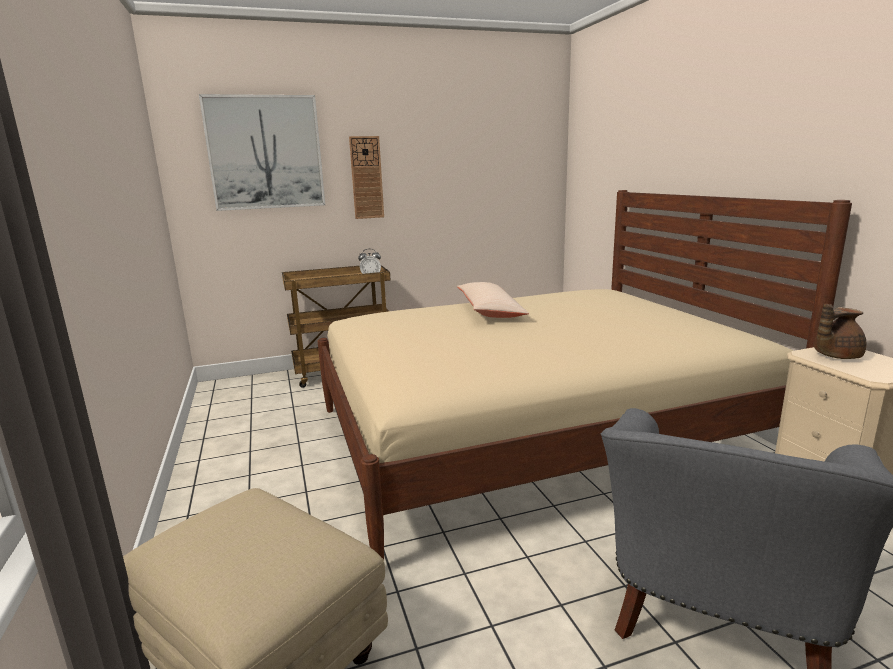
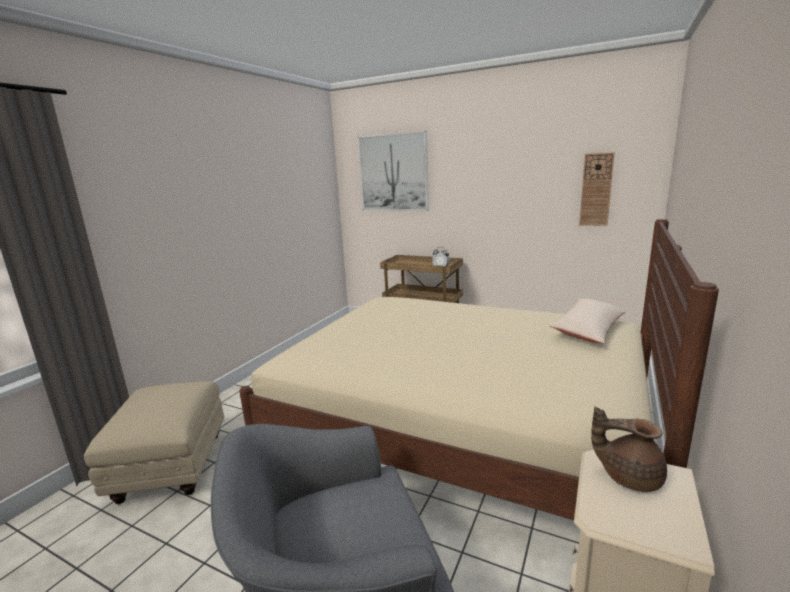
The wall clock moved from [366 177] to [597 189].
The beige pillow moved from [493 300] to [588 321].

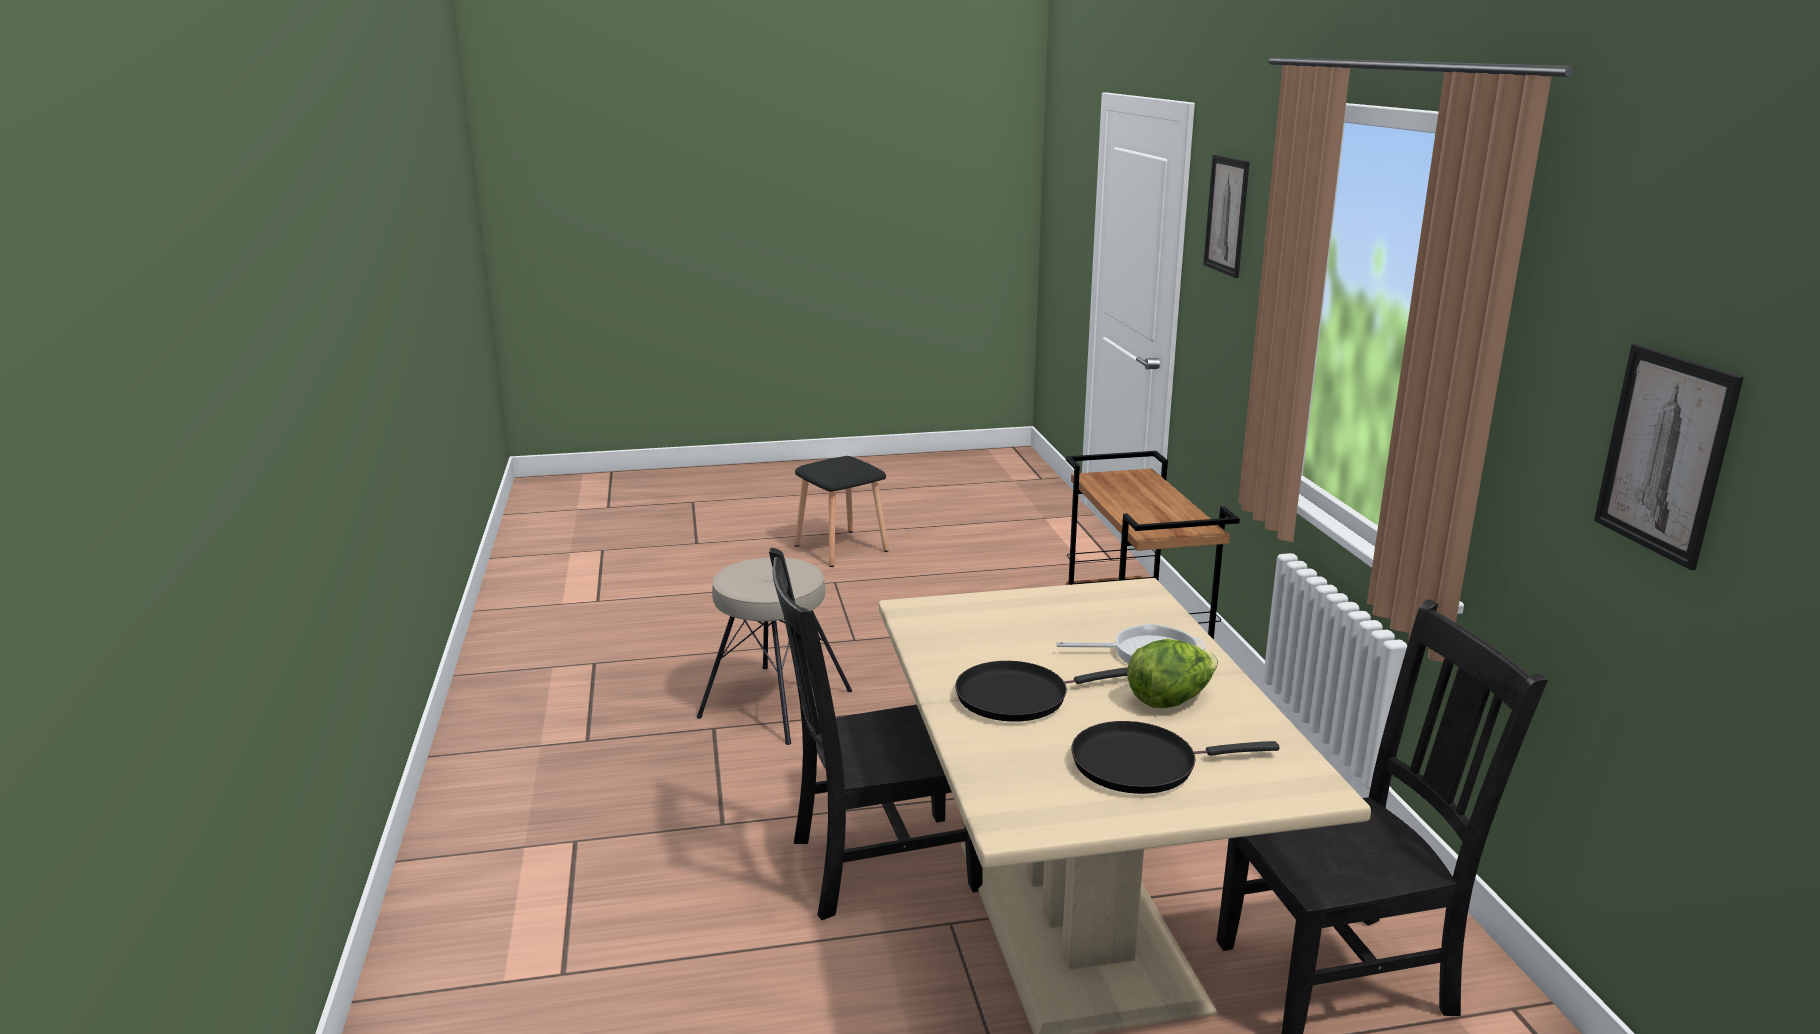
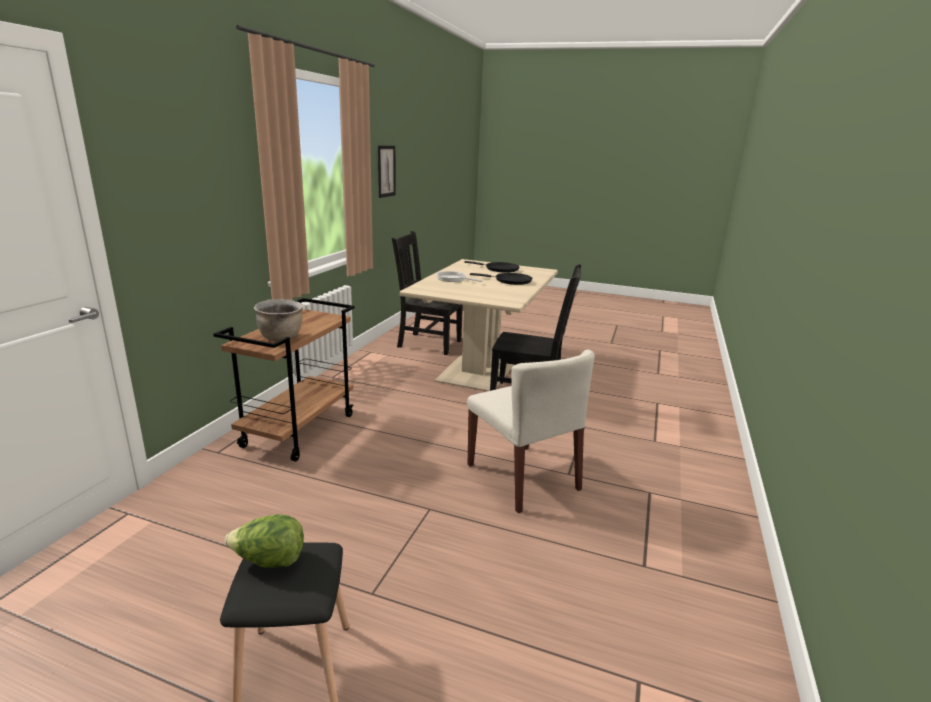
The picture at [1226 216] disappeared.
The brown cooking pot at [278 320] appeared.
The lettuce moved from [1172 673] to [264 541].
The beige stool at [774 651] was replaced by the beige chair at [531 431].

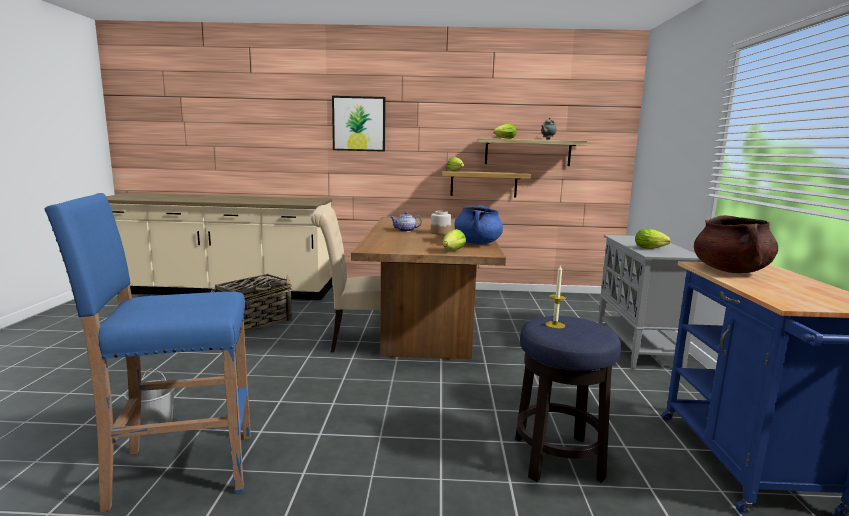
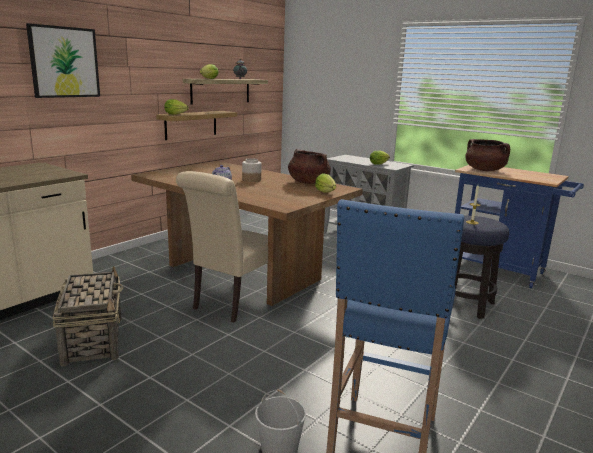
The blue cooking pot at [478 224] became the brown cooking pot at [309 166].

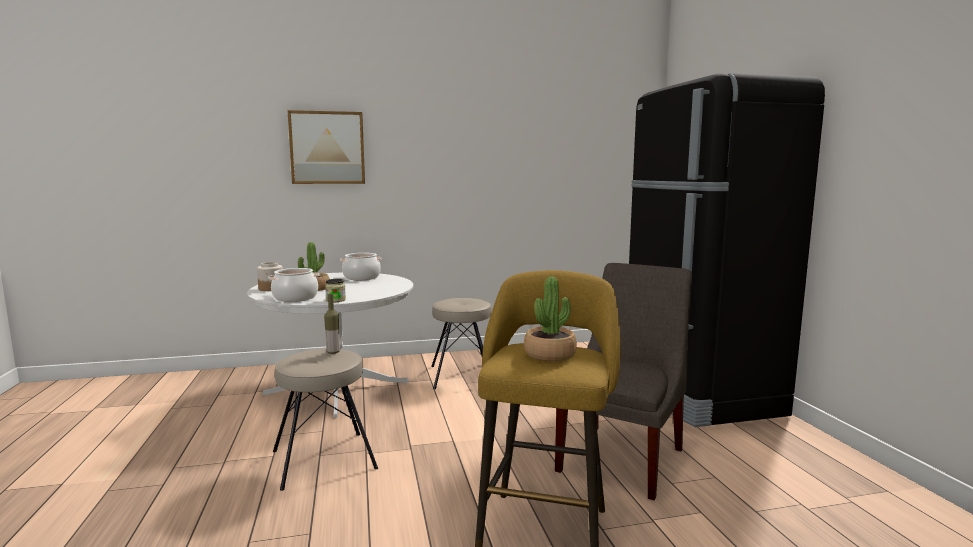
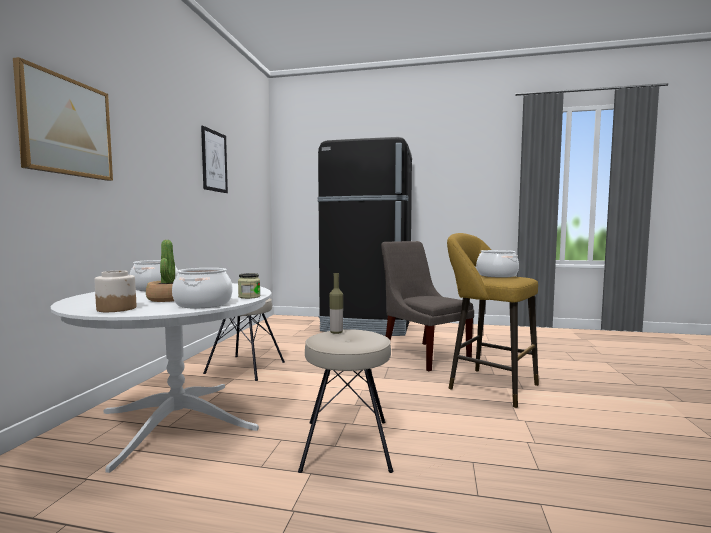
The picture at [214 159] appeared.
The potted plant at [550 318] was replaced by the cooking pot at [497 264].

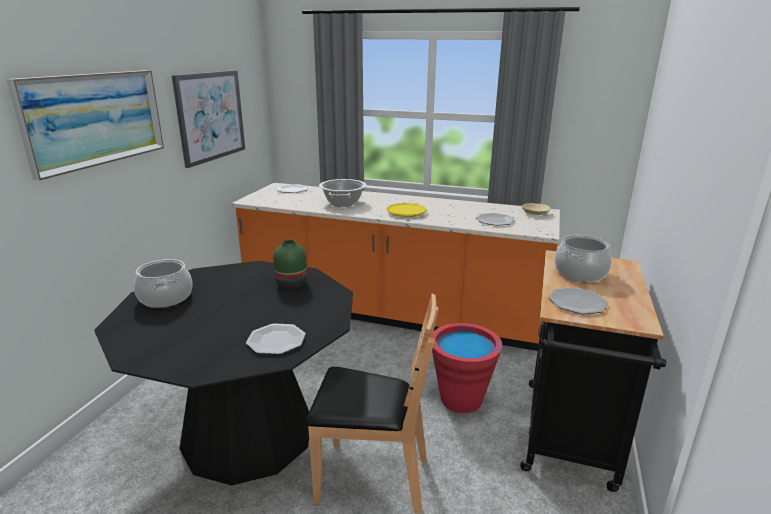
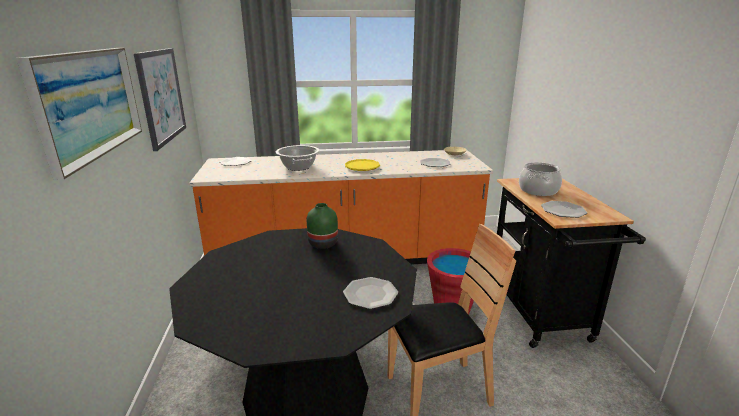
The cooking pot at [163 283] disappeared.

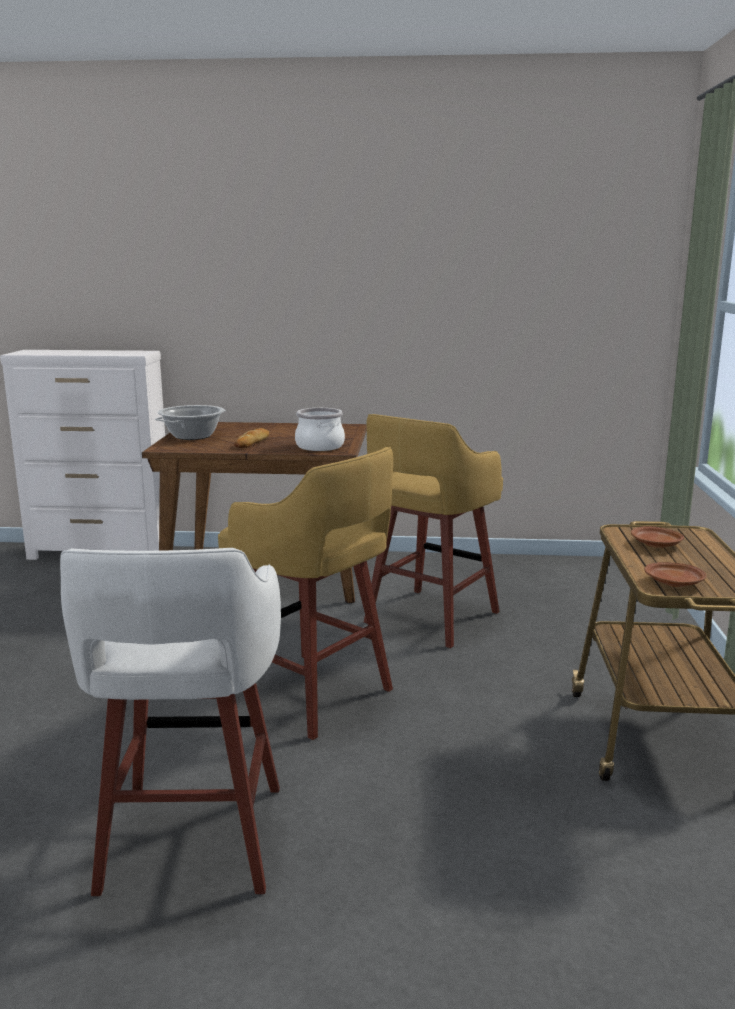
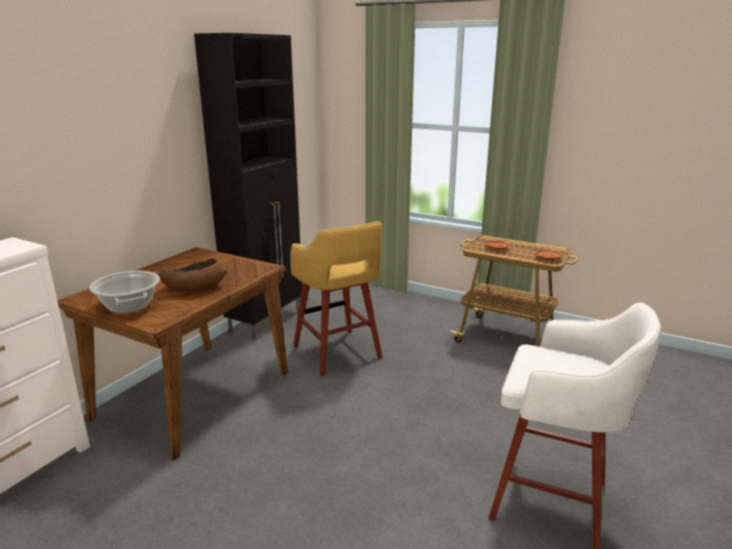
The yellow stool at [305 593] disappeared.
The cooking pot at [320 429] disappeared.
The black cabinet at [248 187] appeared.
The bread at [251 438] was replaced by the brown bowl at [192 275].

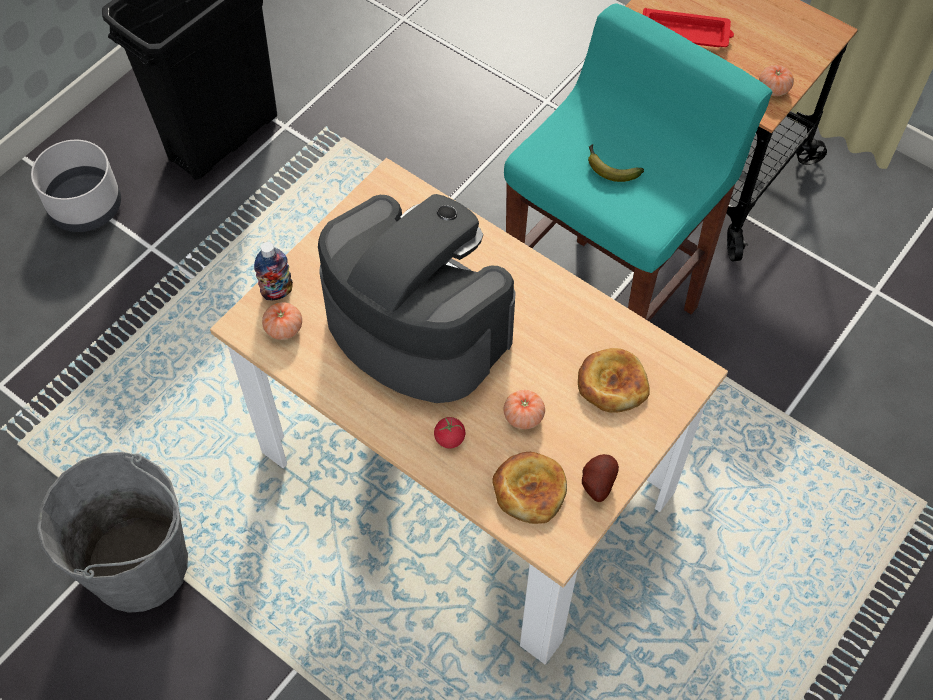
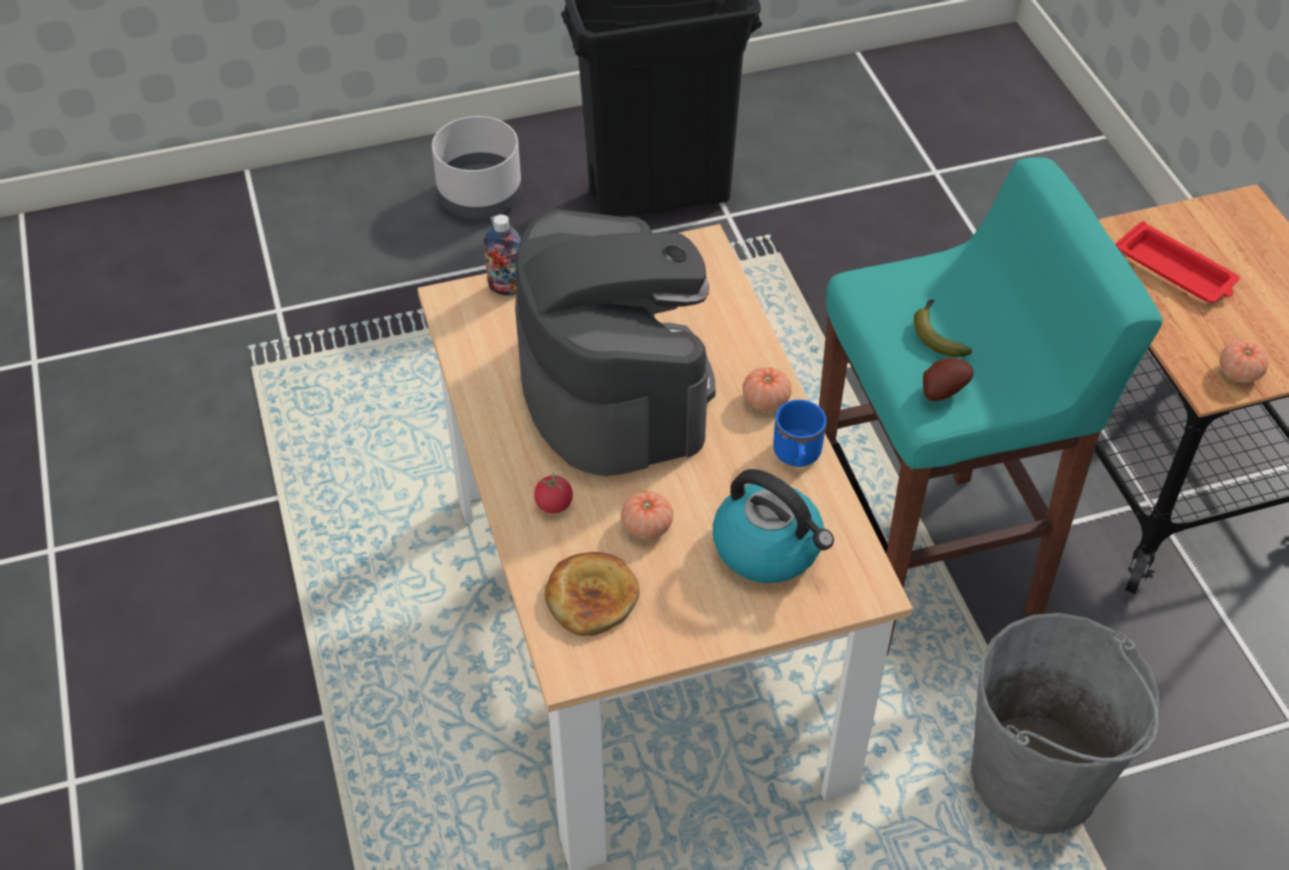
The blue mug at [799 433] appeared.
The grey bucket moved from [112 532] to [1065 723].
The tomato moved from [282 321] to [767 389].
The potato moved from [600 478] to [948 379].
The bread at [614 380] was replaced by the kettle at [773 526].

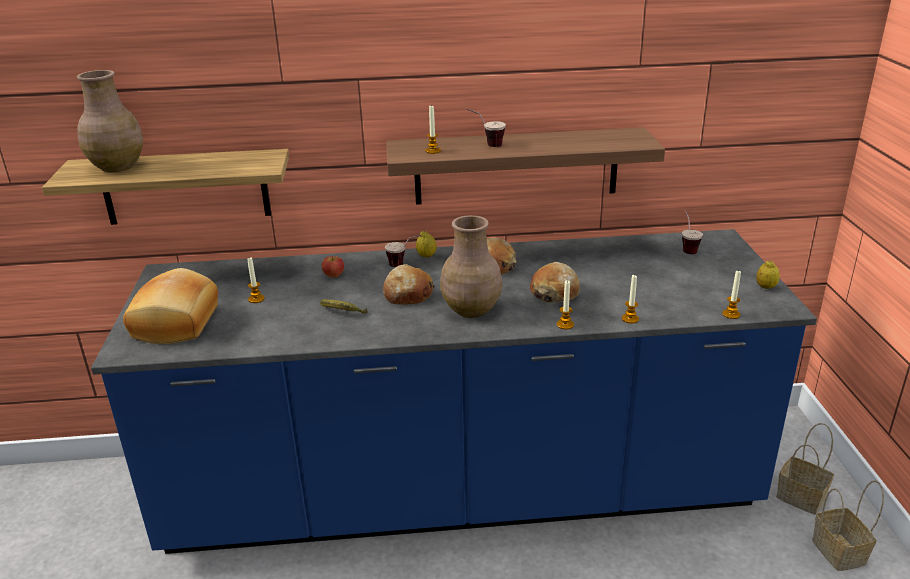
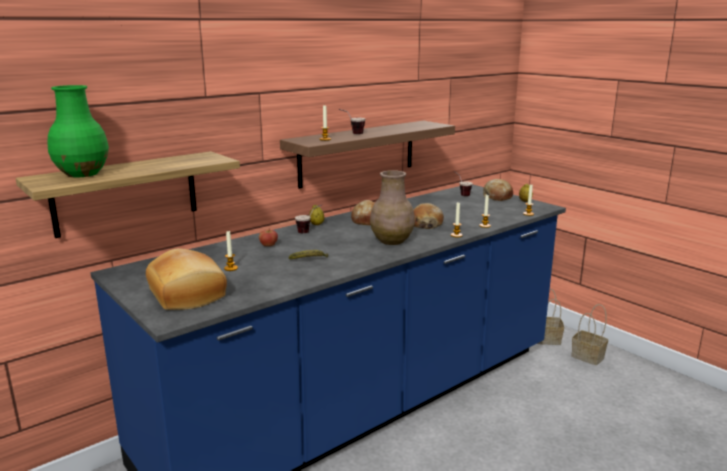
The bread moved from [409 284] to [498 190].
The brown vase at [110 121] became the green vase at [78 131].

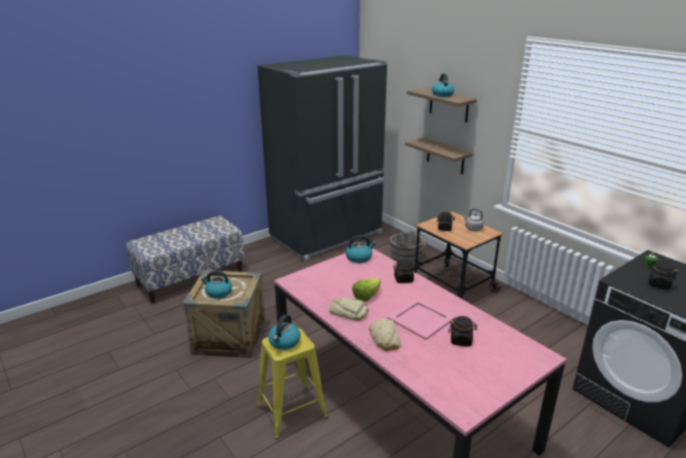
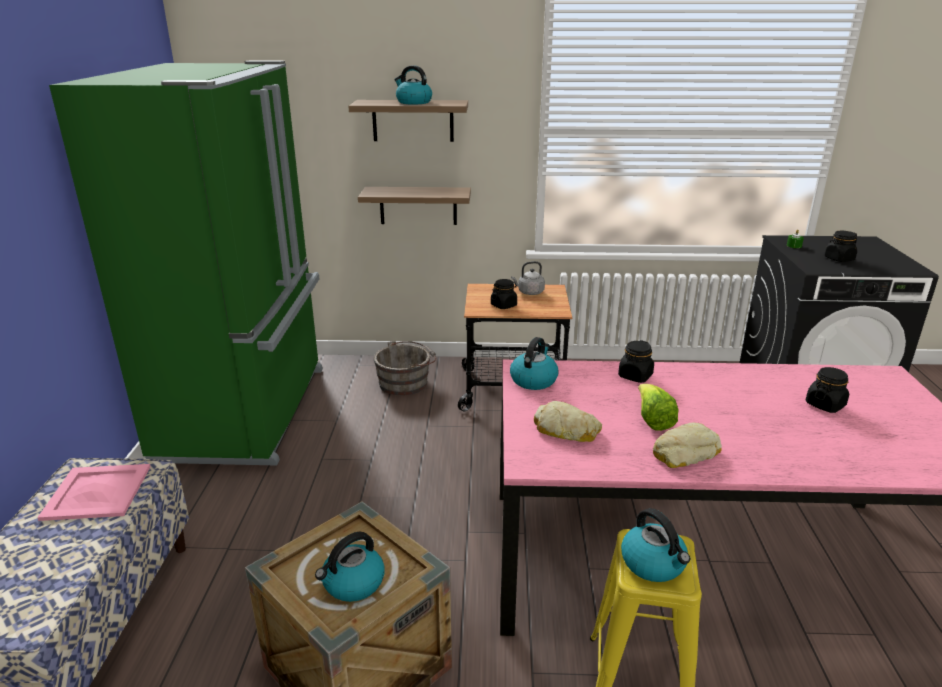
The bread moved from [385 335] to [568 421].
The pink tray moved from [421 319] to [93 492].
The black fridge at [323 158] became the green fridge at [186 263].

